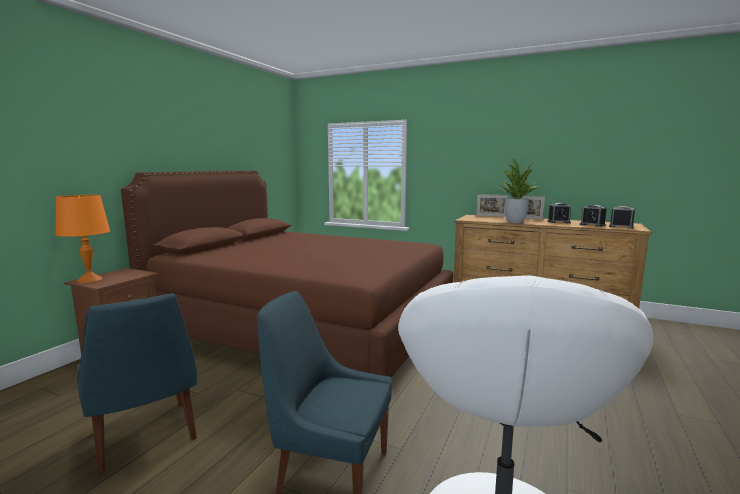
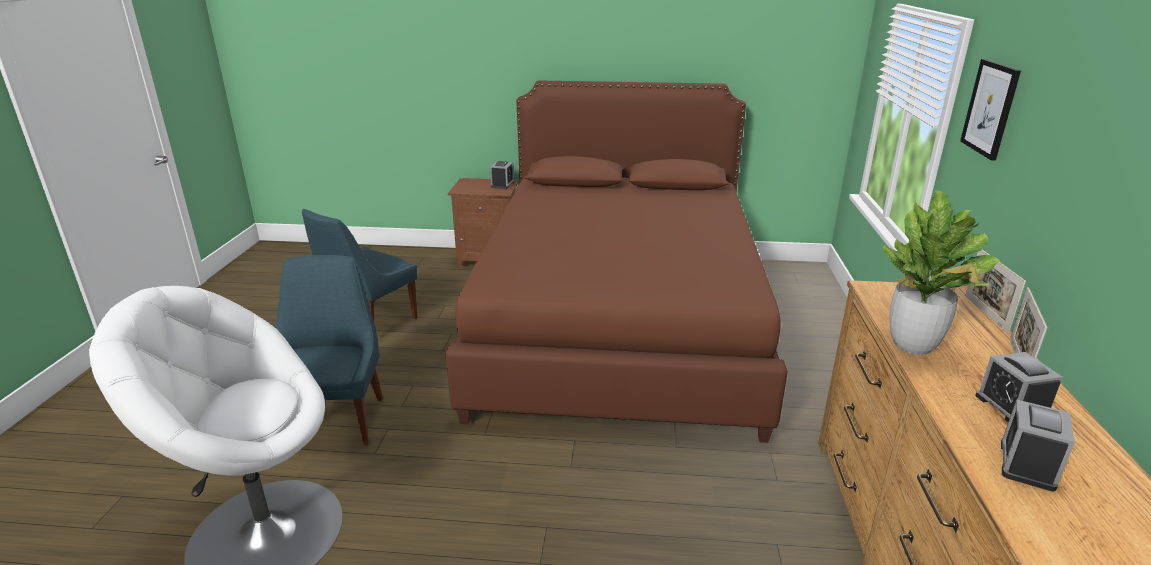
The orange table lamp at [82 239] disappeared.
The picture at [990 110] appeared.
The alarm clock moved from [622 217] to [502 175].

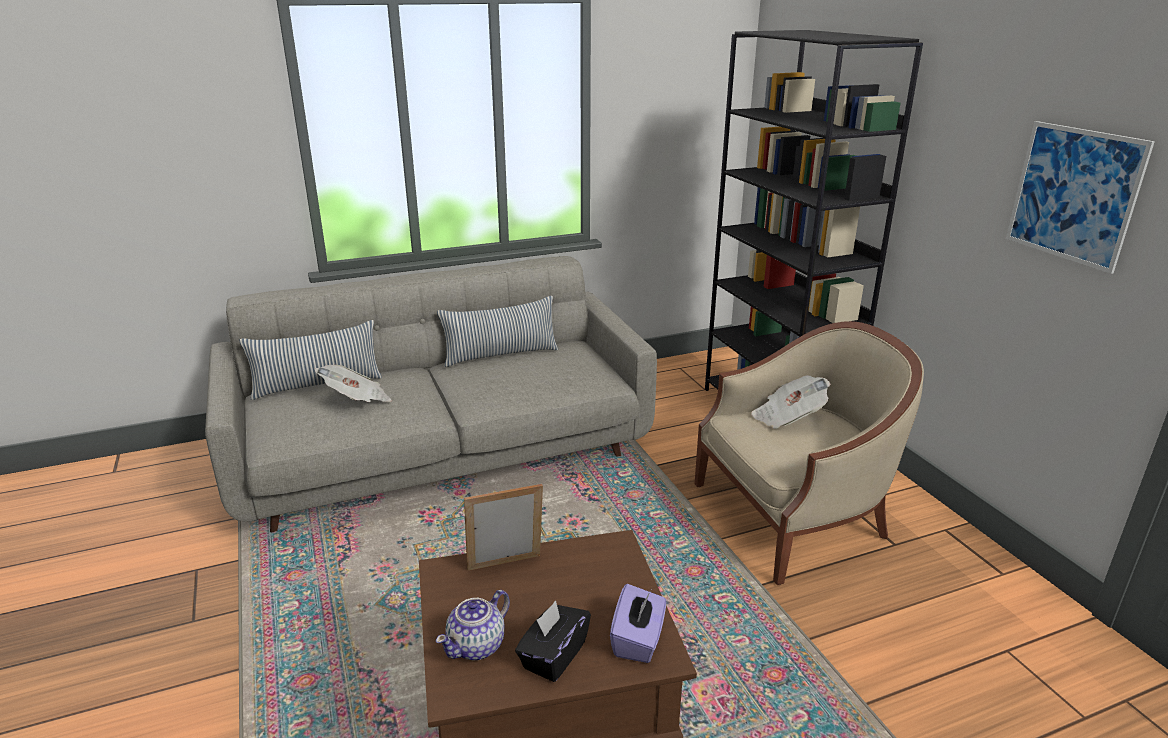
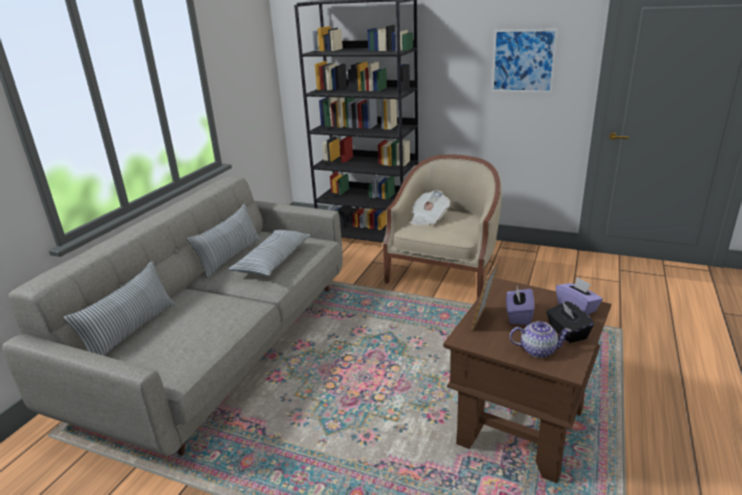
The newspaper at [353 383] disappeared.
The pillow at [269 253] appeared.
The purple tissue box at [520 305] appeared.
The teapot at [473 625] turned 75 degrees counterclockwise.

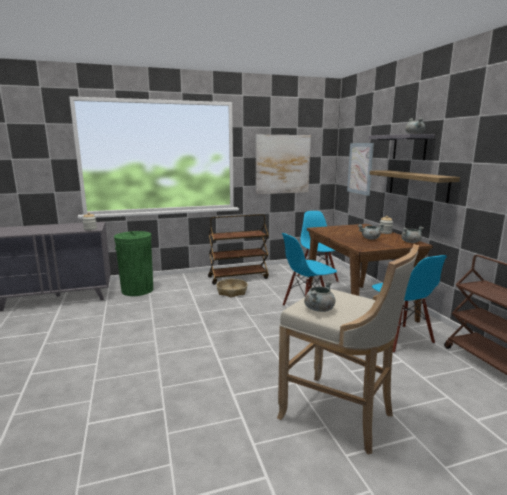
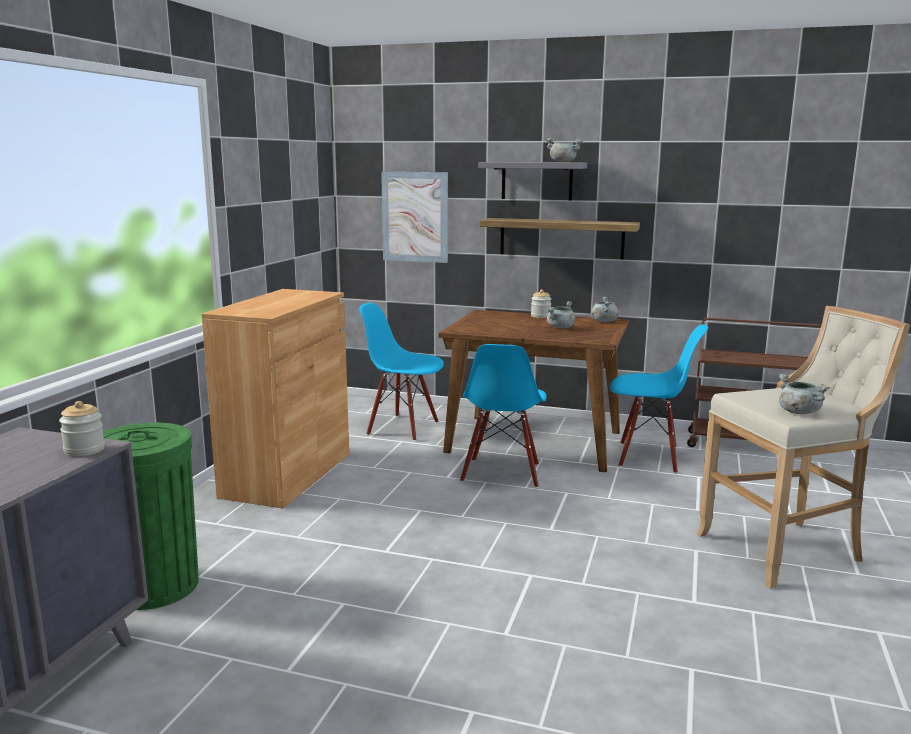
The basket at [232 288] disappeared.
The picture at [283 164] disappeared.
The brown cart at [238 249] was replaced by the brown cabinet at [275 398].

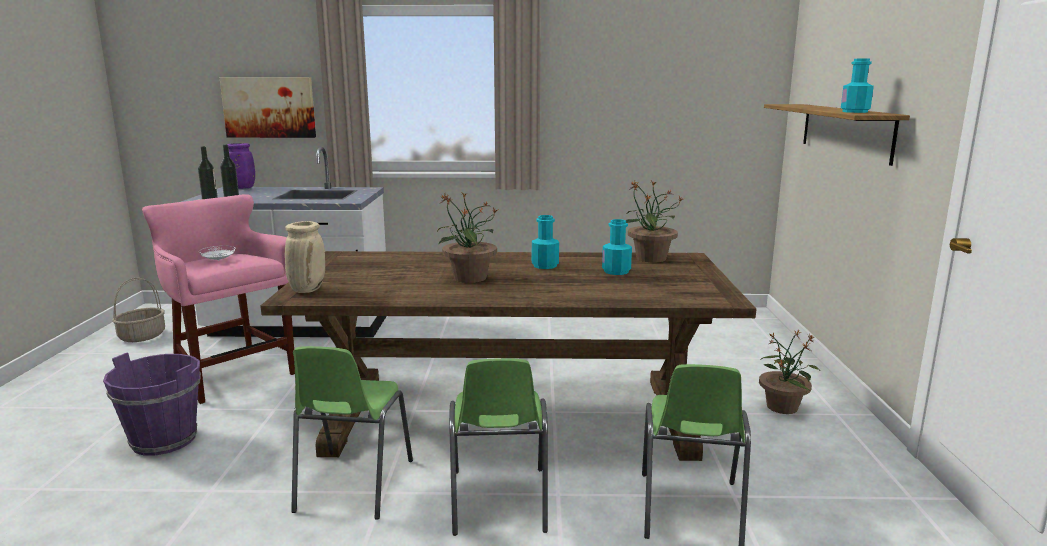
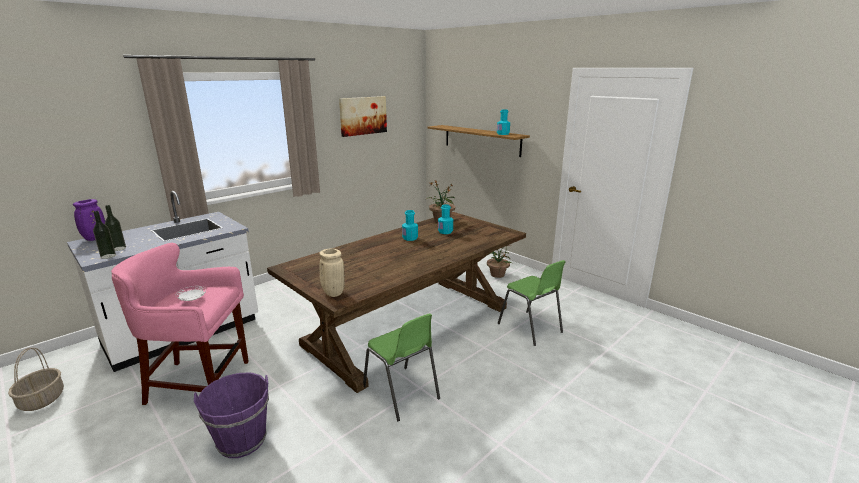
The potted plant at [468 238] disappeared.
The green chair at [498 447] disappeared.
The picture moved from [267 107] to [363 116].

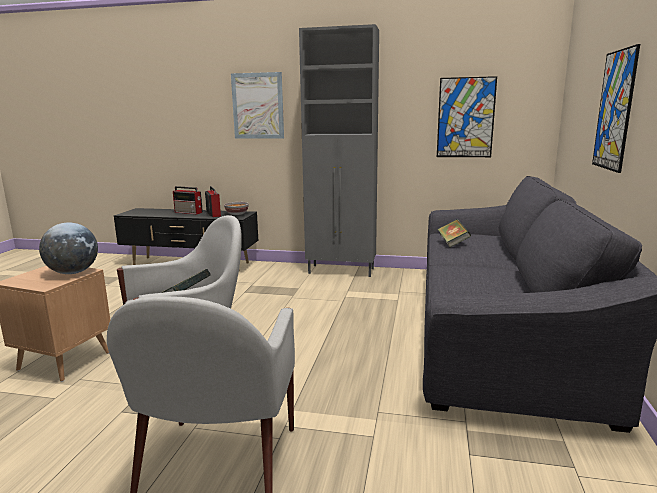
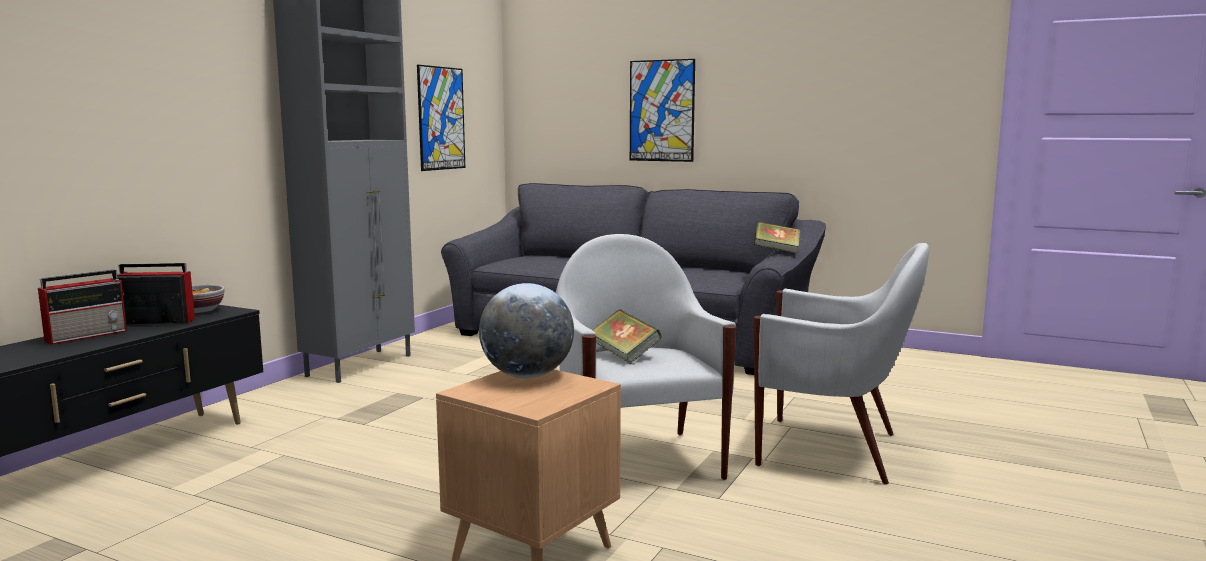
The picture at [257 105] disappeared.
The book moved from [454 233] to [776 238].

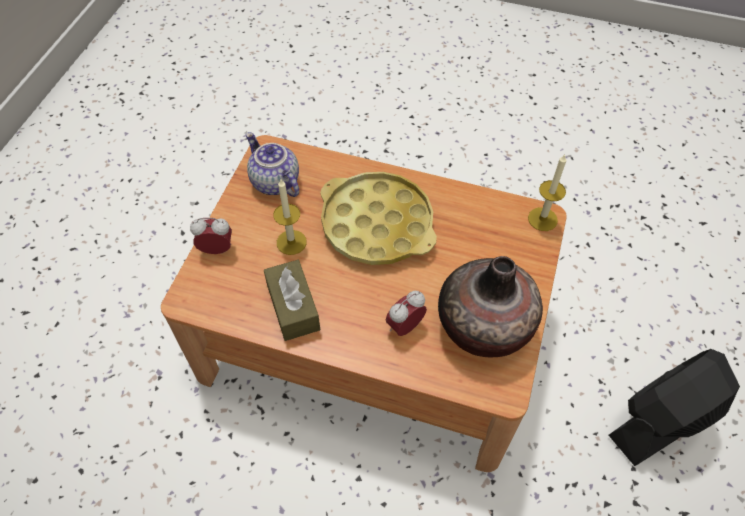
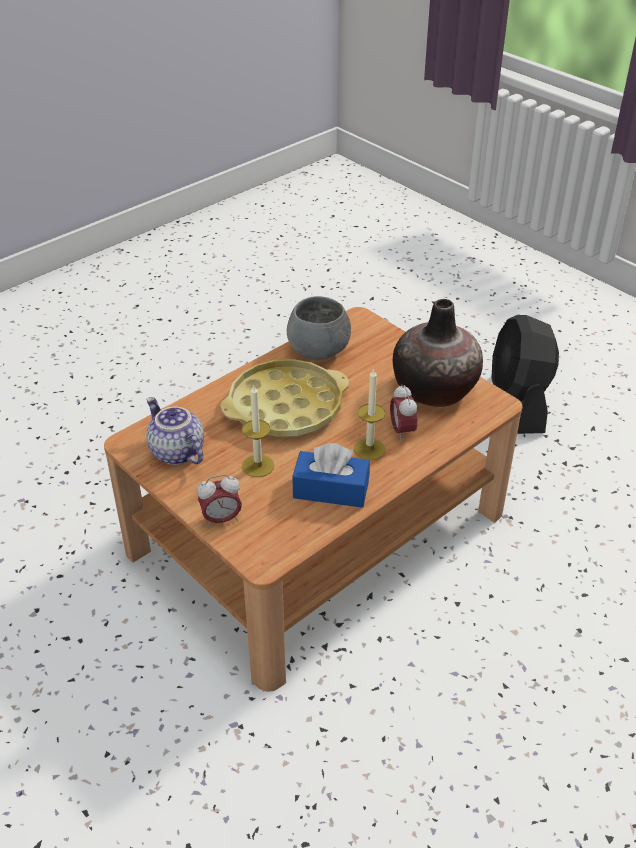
The grey bowl at [319 328] appeared.
The candle moved from [547 193] to [370 414].
The brown tissue box at [292 300] became the blue tissue box at [331 475].
The alarm clock at [211 236] turned 135 degrees counterclockwise.
The teapot at [272 164] turned 60 degrees clockwise.

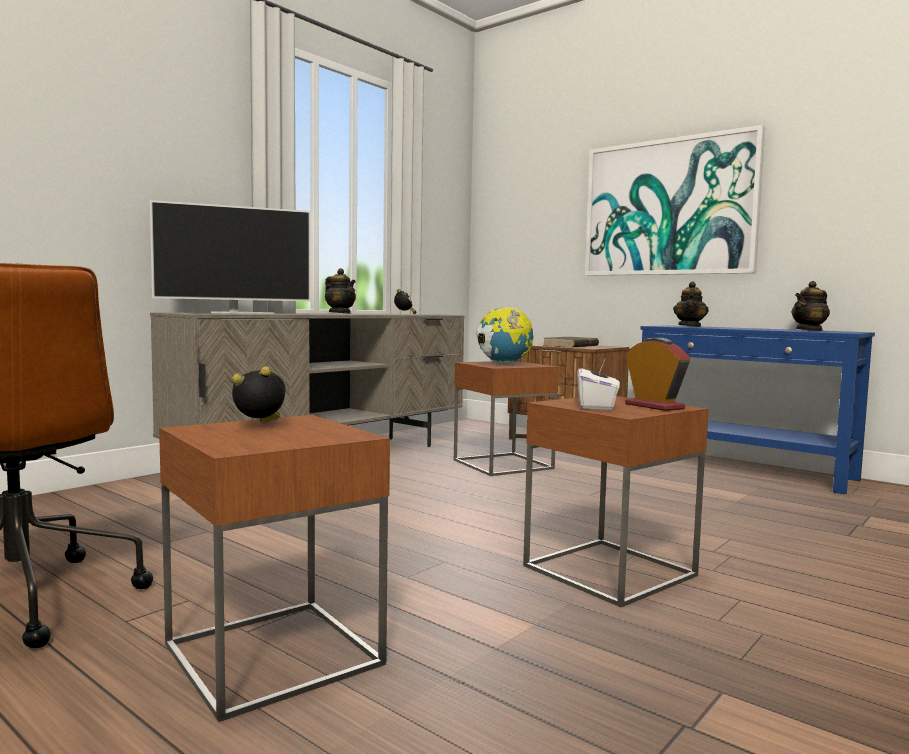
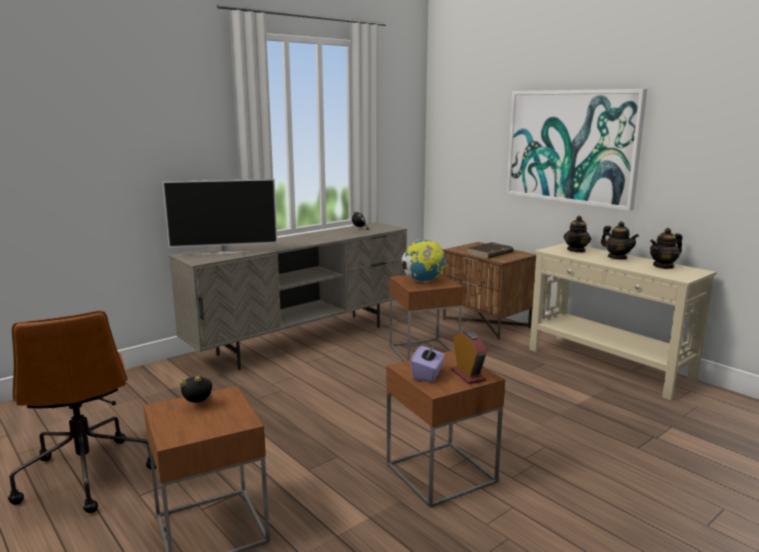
The teapot moved from [340 291] to [620 240].
The white tissue box at [598 384] became the purple tissue box at [428 363].
The blue console table at [757 409] became the beige console table at [623 321].

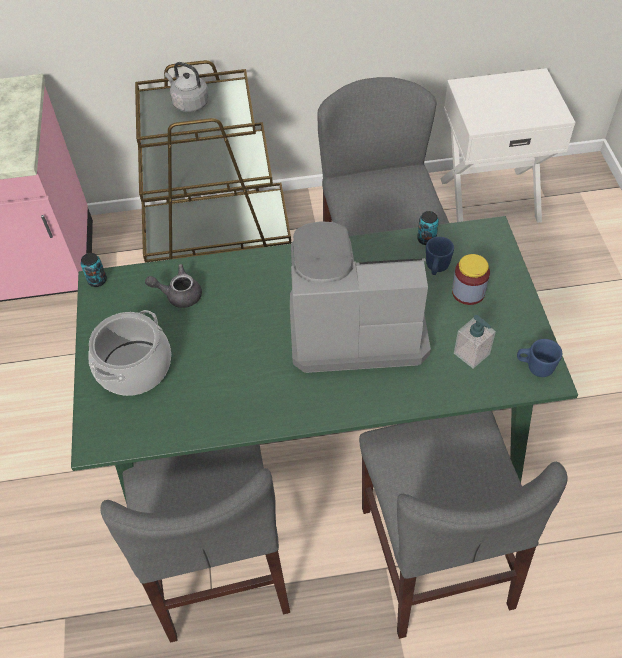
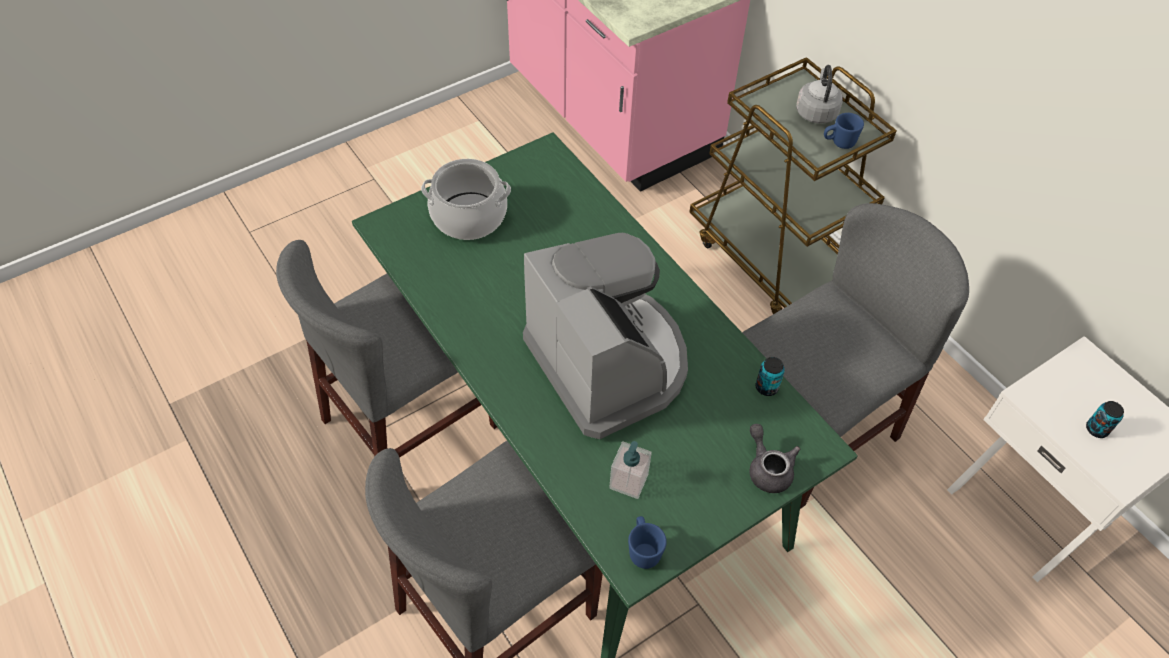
The jar at [471 279] disappeared.
The can moved from [94 270] to [1105 419].
The grey teapot moved from [173 286] to [775 458].
The blue mug moved from [440 256] to [844 131].

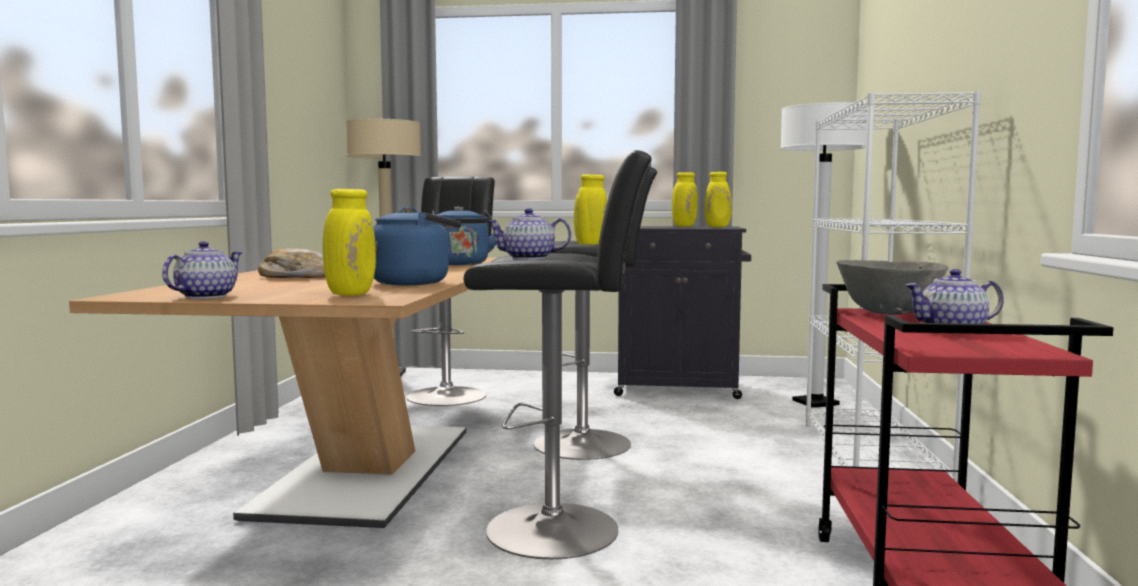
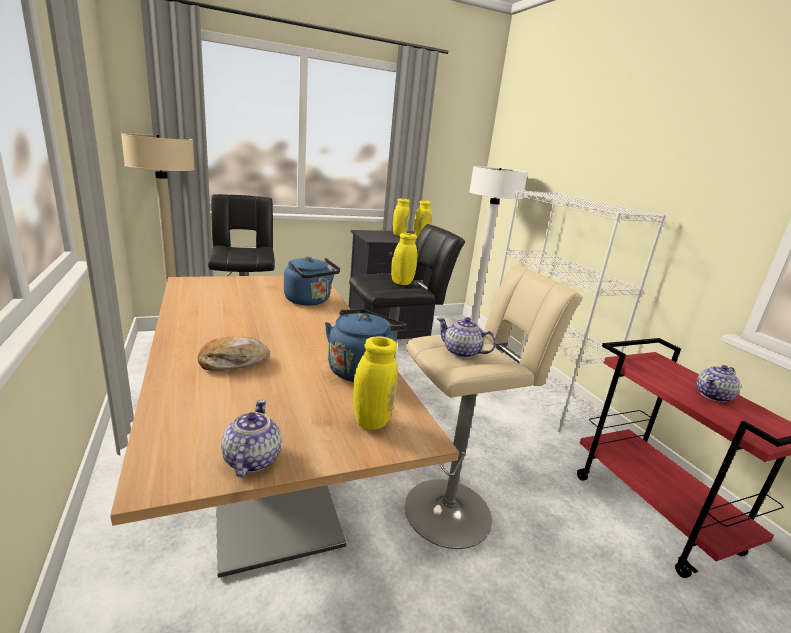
The grey bowl at [892 287] disappeared.
The black stool at [558 354] became the beige stool at [494 407].
The teapot at [528 234] turned 60 degrees clockwise.

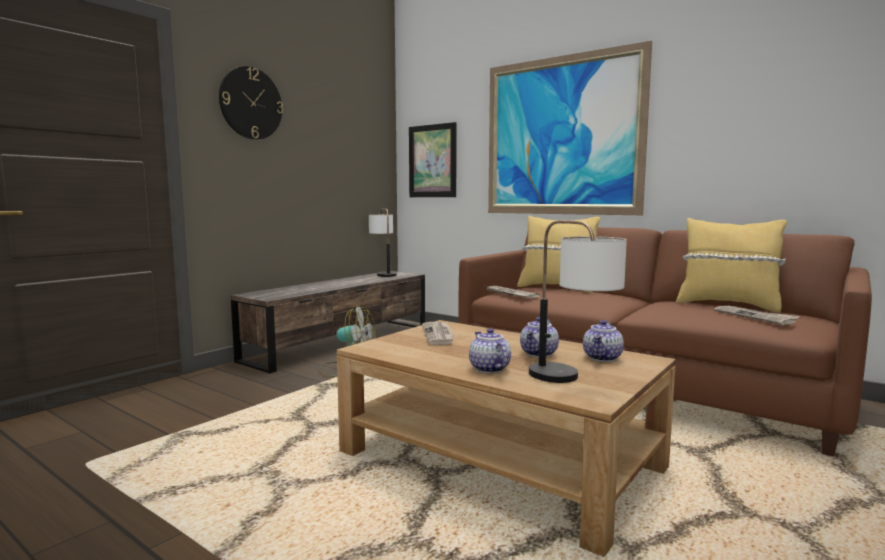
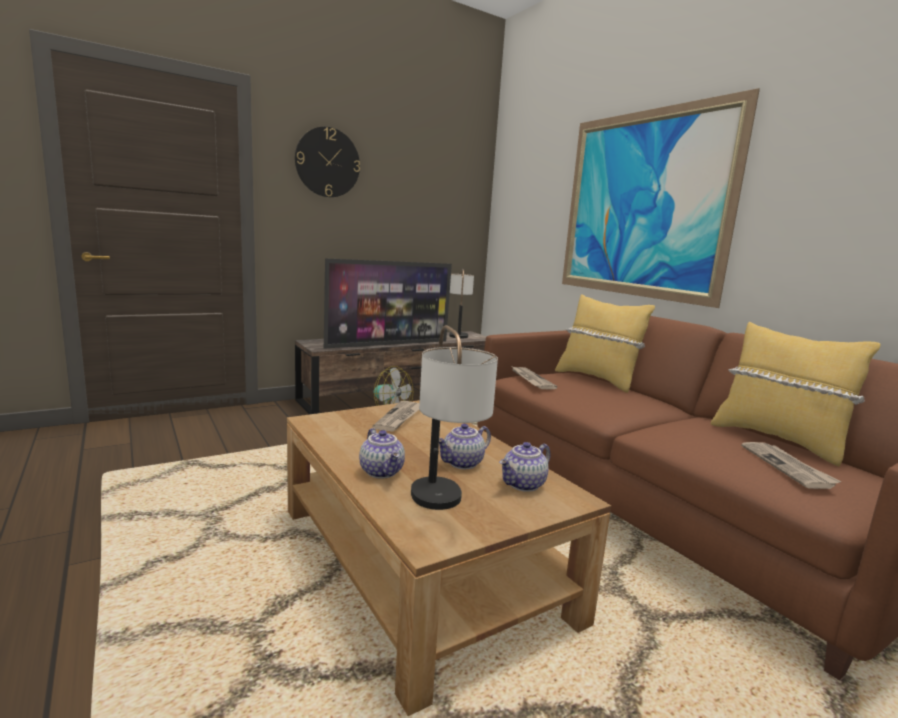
The picture at [433 159] disappeared.
The television at [388 303] appeared.
The teapot at [490 350] turned 150 degrees clockwise.

